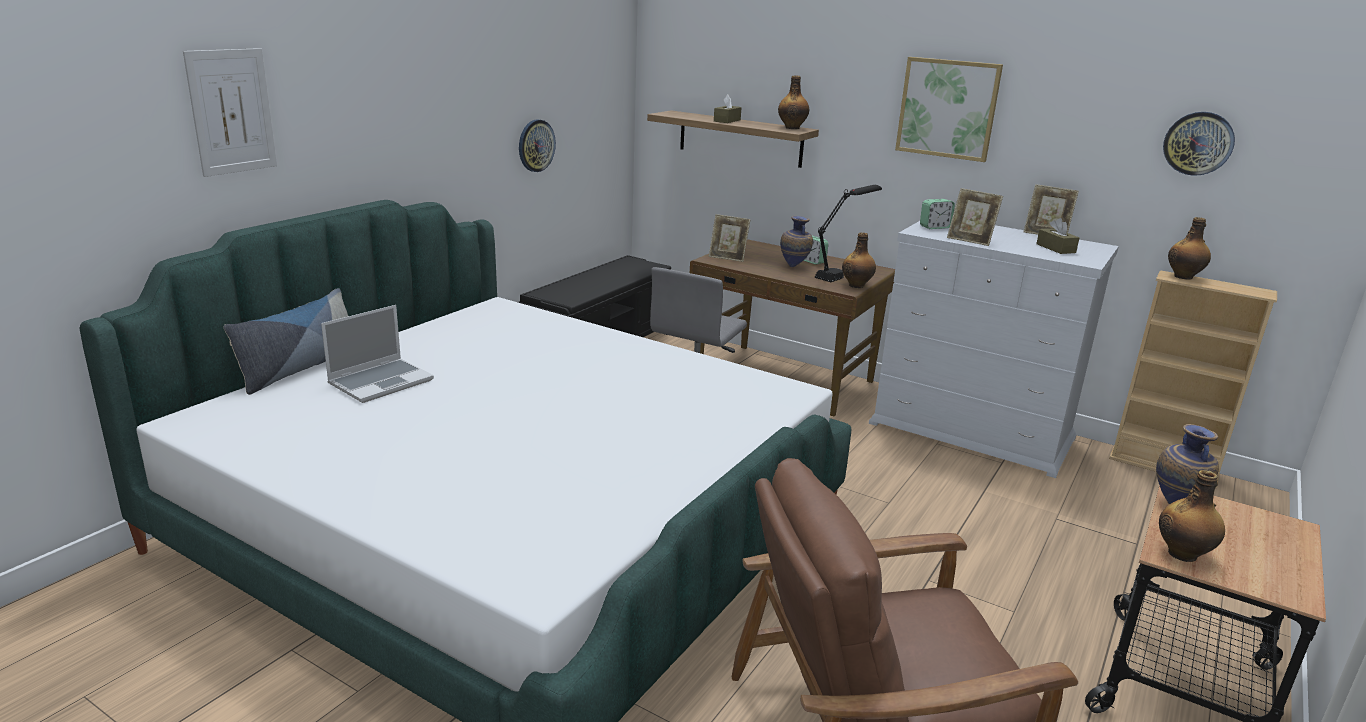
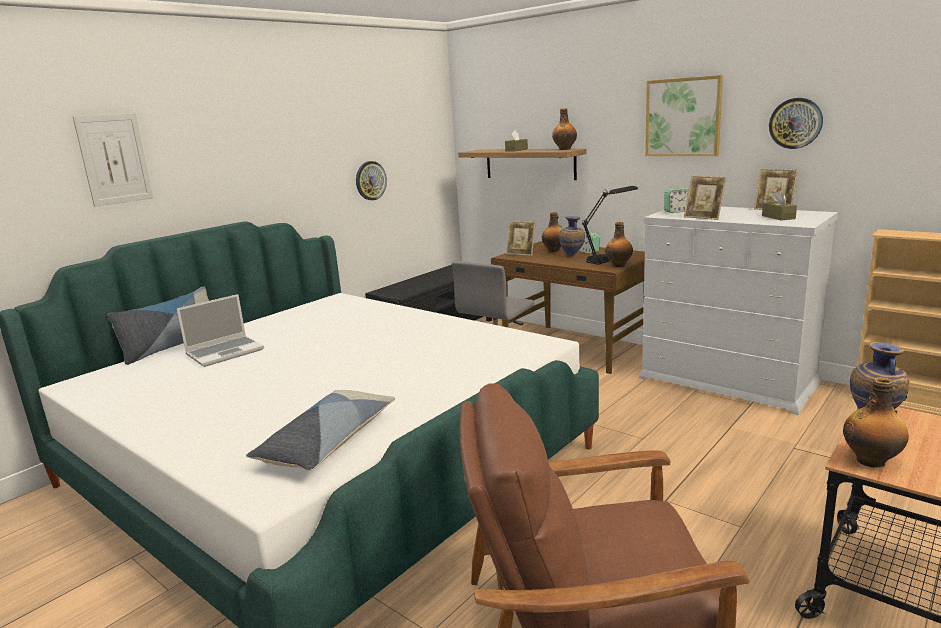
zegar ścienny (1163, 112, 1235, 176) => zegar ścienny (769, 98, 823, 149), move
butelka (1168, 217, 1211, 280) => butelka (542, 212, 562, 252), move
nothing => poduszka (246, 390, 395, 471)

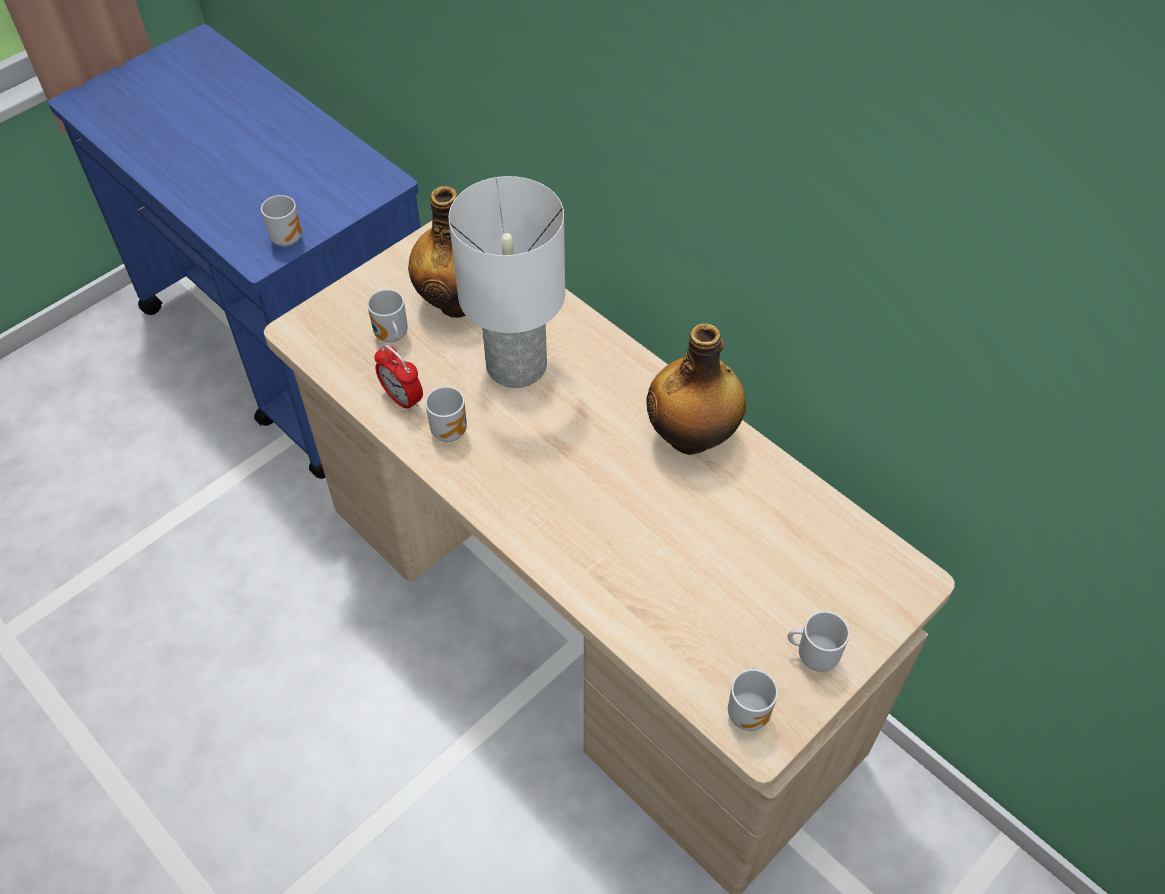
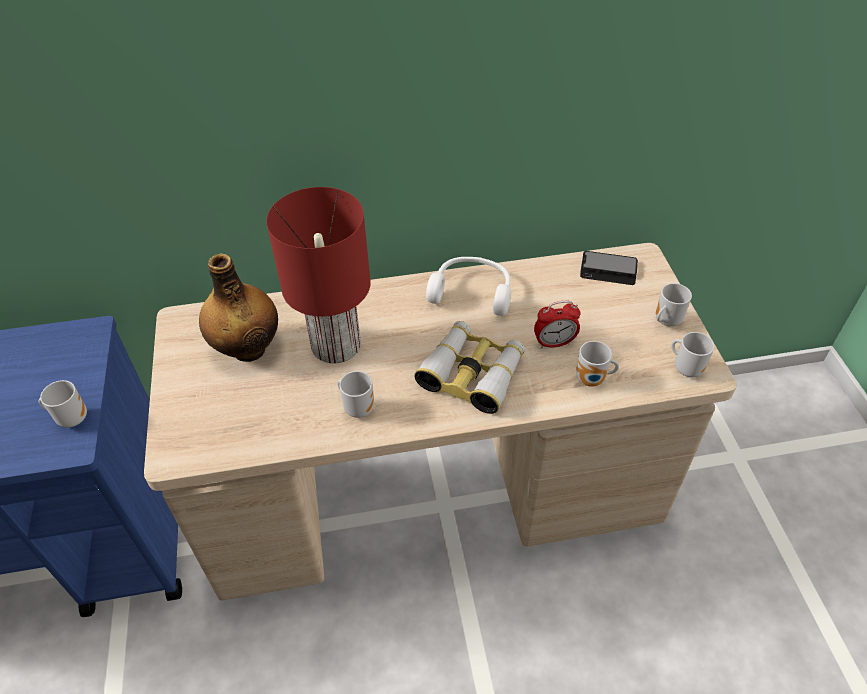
lampa stołowa [biały] (449, 176, 565, 388) => lampa stołowa [czerwony] (266, 187, 371, 364)
kubek (367, 289, 408, 342) => kubek (576, 341, 619, 387), move
butelka (647, 323, 746, 455) => słuchawki [biały] (426, 257, 511, 316)
budzik (375, 345, 423, 412) => budzik (534, 300, 581, 349), move
nothing => telefon (580, 251, 638, 285)
nothing => lornetka (414, 321, 525, 414)

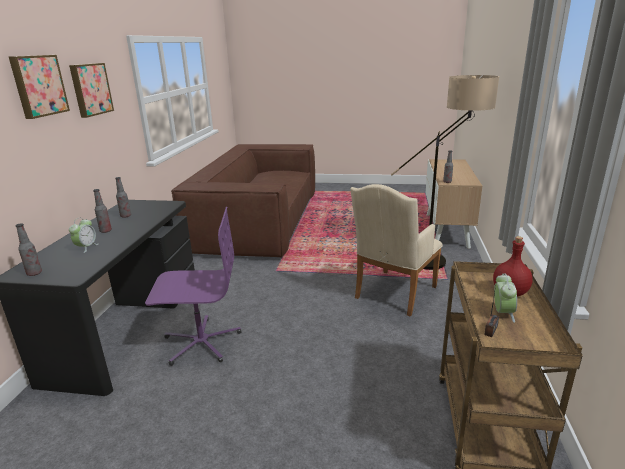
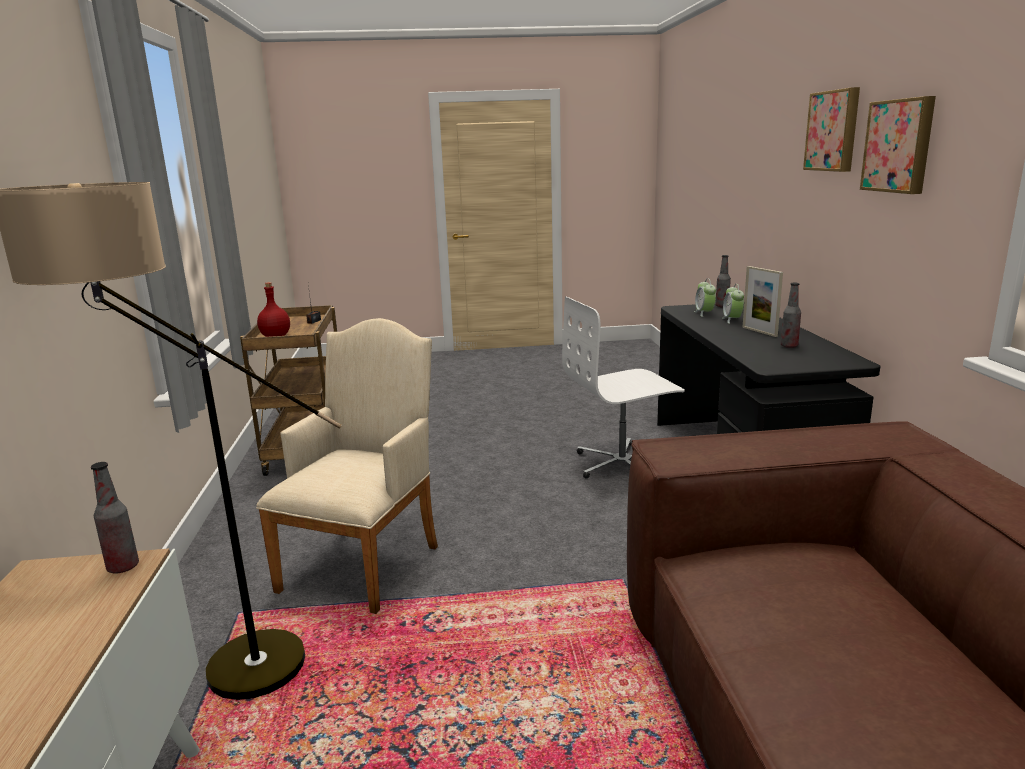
butelka (93, 189, 112, 233) => ramka na zdjęcie (742, 266, 783, 337)
krzesło biurowe [fioletowy] (145, 207, 242, 366) => krzesło biurowe [biały] (562, 296, 685, 479)
budzik (494, 273, 517, 323) => budzik (694, 278, 716, 317), move

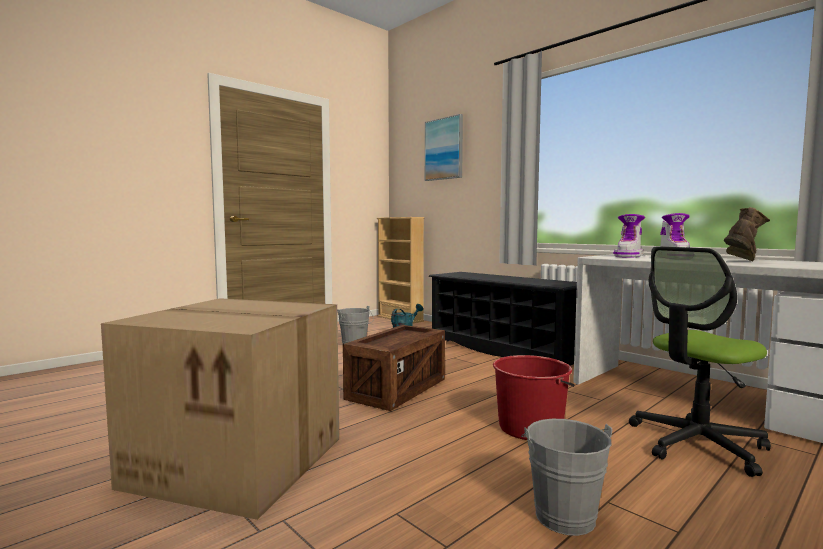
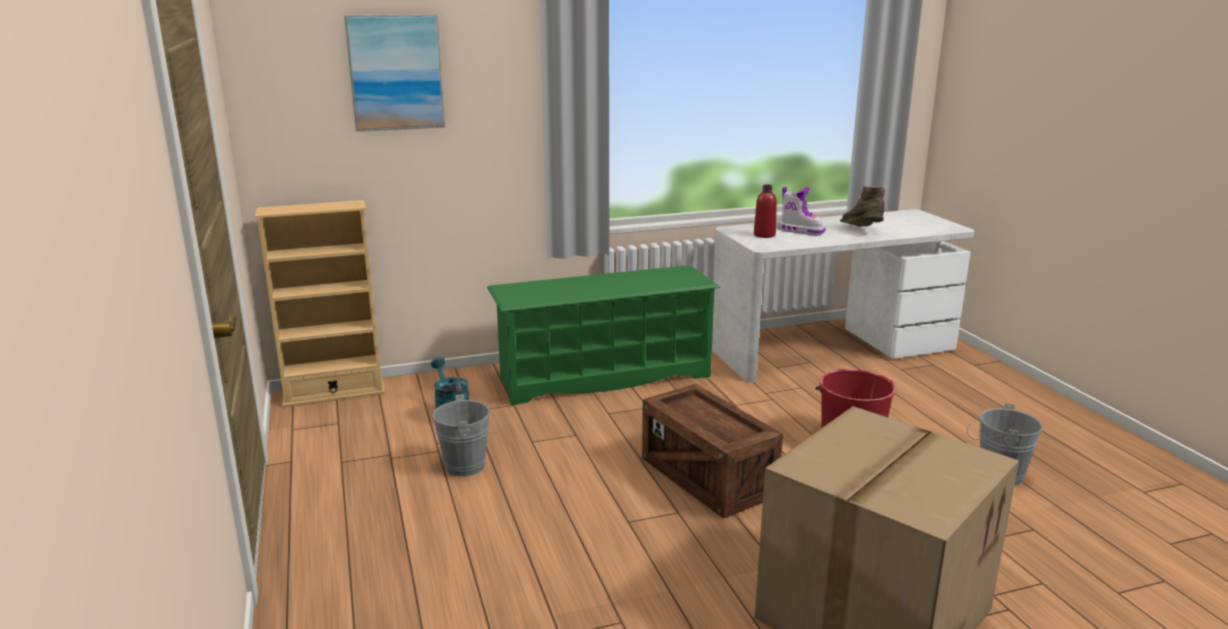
but z cholewką (613, 214, 645, 258) => butelka [czerwony] (754, 185, 777, 238)
krzesło biurowe (629, 246, 771, 477) => nothing
regał na buty [czarny] (428, 272, 577, 366) => regał na buty [zielony] (487, 265, 720, 405)

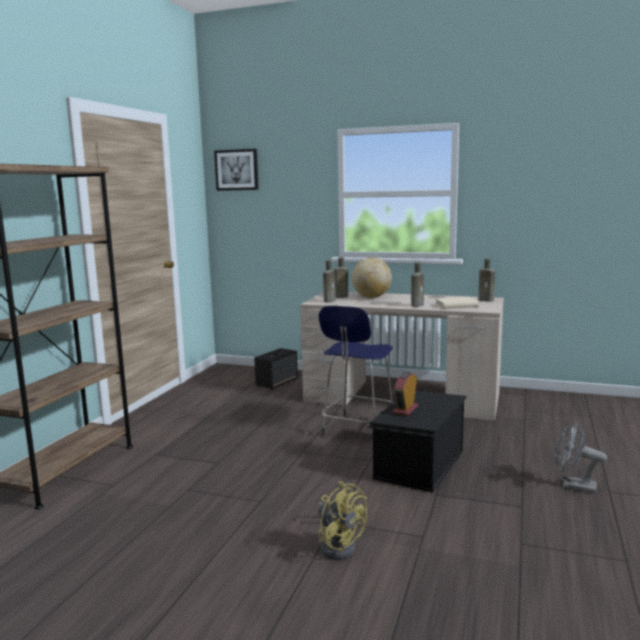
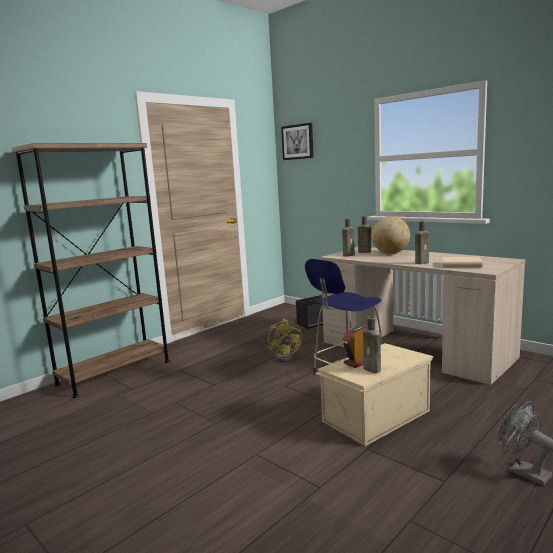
butelka [brązowy] (478, 259, 495, 302) => butelka [brązowy] (363, 316, 381, 373), move
pojemnik do przechowywania [czarny] (367, 391, 467, 493) => pojemnik do przechowywania [beżowy] (315, 343, 433, 446)
wentylator [żółty] (318, 481, 367, 560) => wentylator [żółty] (268, 319, 302, 362), move

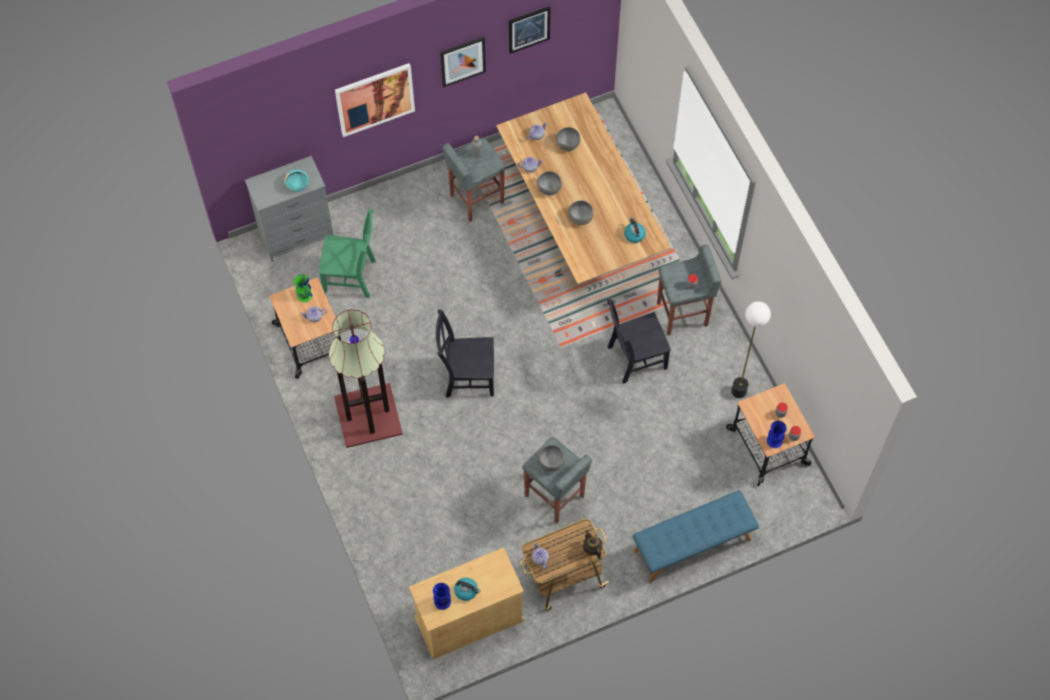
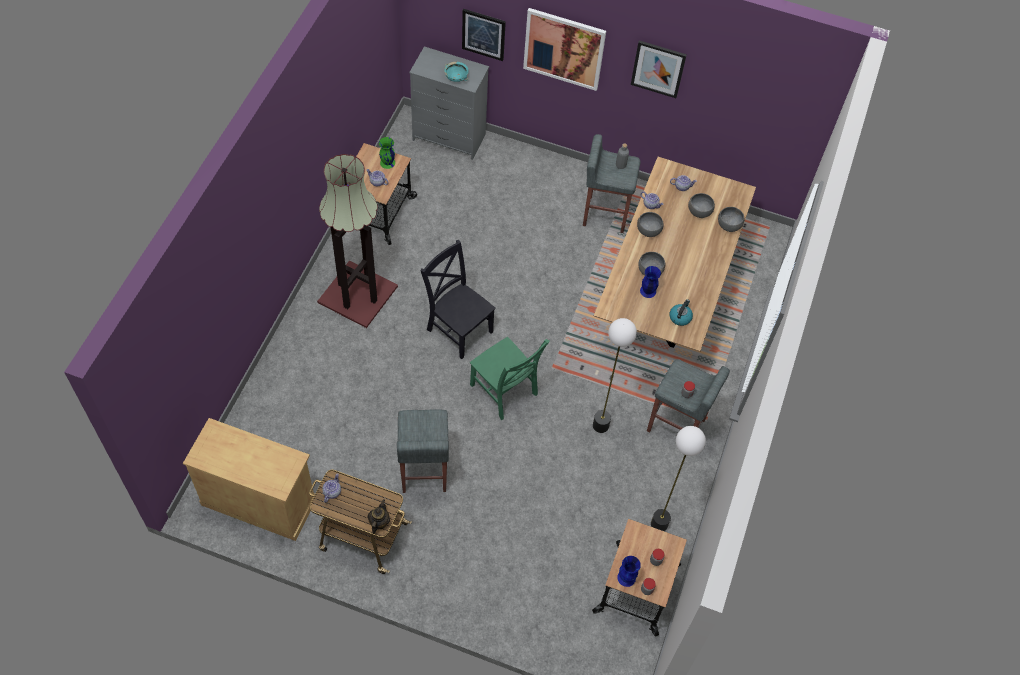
obraz (508, 6, 550, 54) => obraz (462, 9, 506, 61), move
krzesło [zielony] (319, 209, 376, 298) => krzesło [zielony] (470, 337, 550, 420), move
krzesło [czarny] (607, 299, 671, 384) => lampa stojąca (593, 318, 637, 433)
miska [szary] (538, 445, 565, 472) => miska [szary] (718, 207, 744, 232), move
ławka [niebieski] (632, 490, 759, 583) => nothing
czajnik (454, 578, 480, 601) => nothing
wazon [niebieski] (433, 583, 451, 610) => wazon [niebieski] (640, 266, 661, 298), move

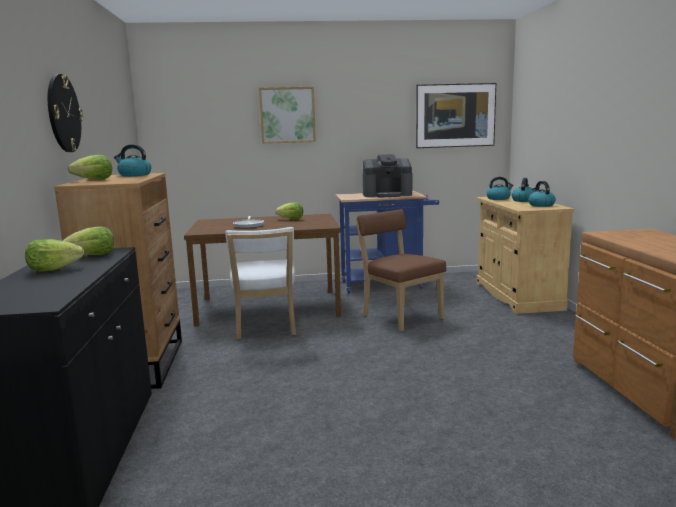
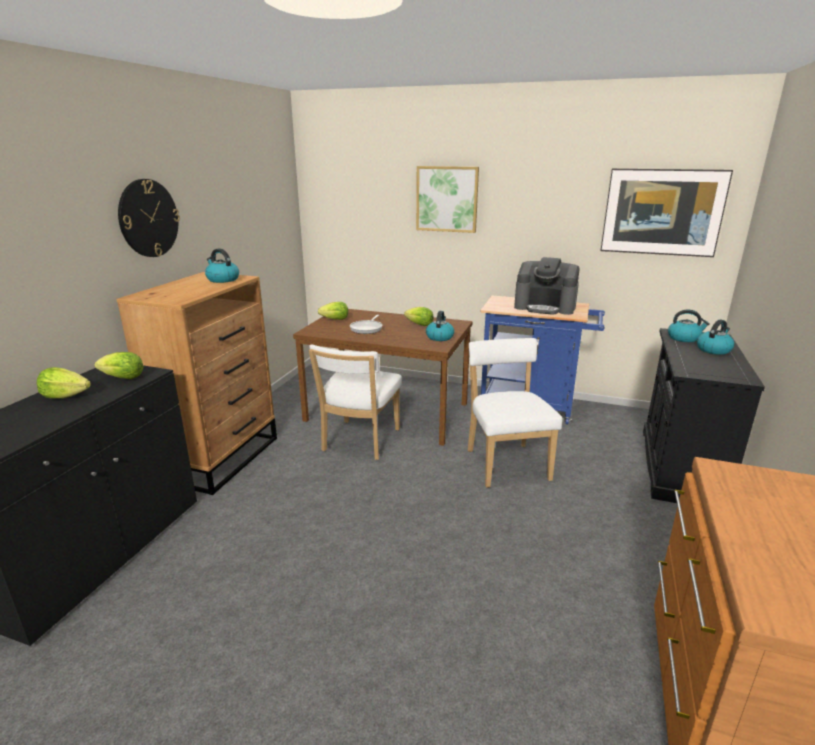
sałata (68, 155, 112, 180) => sałata (318, 302, 348, 320), move
czajnik (528, 181, 556, 207) => czajnik (426, 311, 454, 341), move
szafka [beżowy] (476, 196, 574, 314) => szafka [czarny] (643, 328, 765, 503)
krzesło [brązowy] (356, 209, 446, 332) => krzesło [biały] (468, 338, 563, 488)

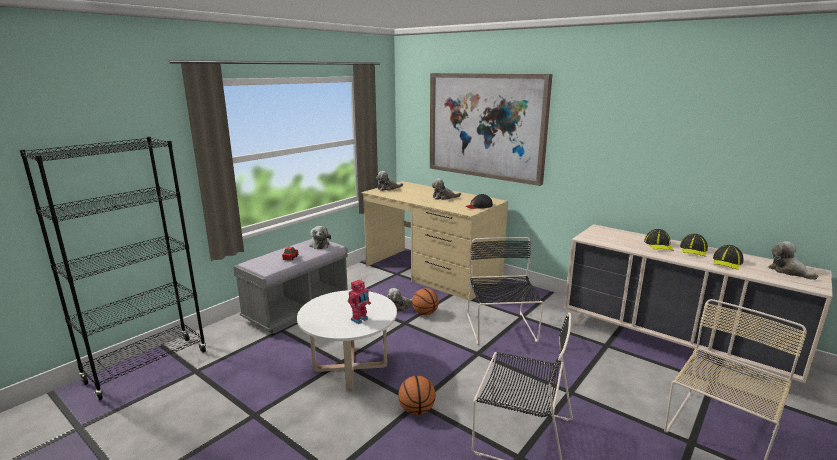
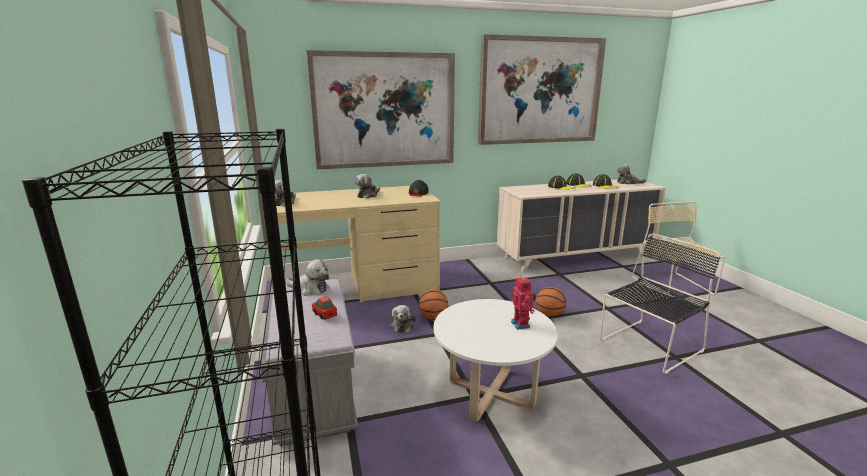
krzesło [czarny] (467, 237, 544, 345) => nothing
piłka do koszykówki (398, 376, 436, 415) => piłka do koszykówki (536, 287, 566, 317), move
nothing => obraz (478, 34, 606, 145)

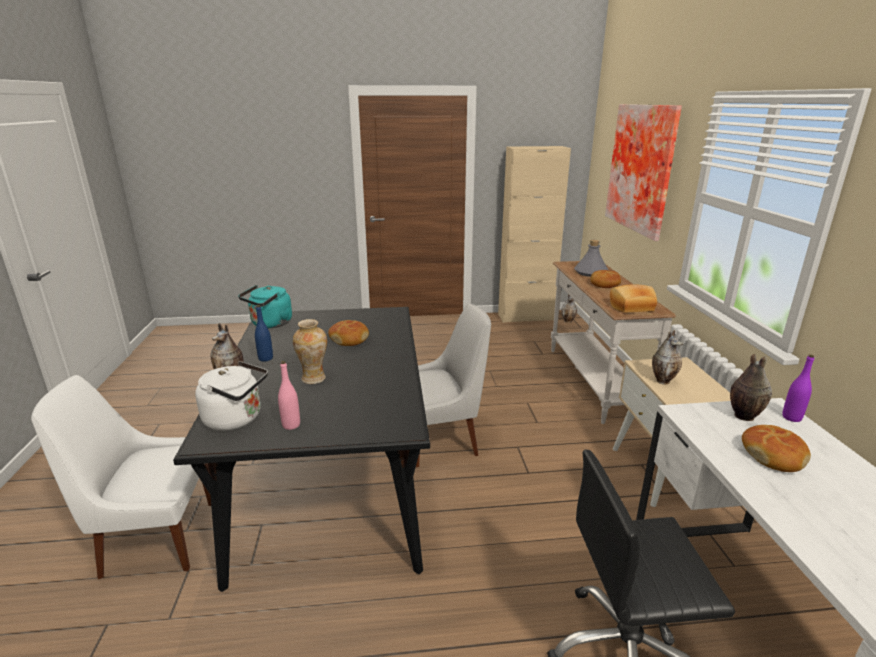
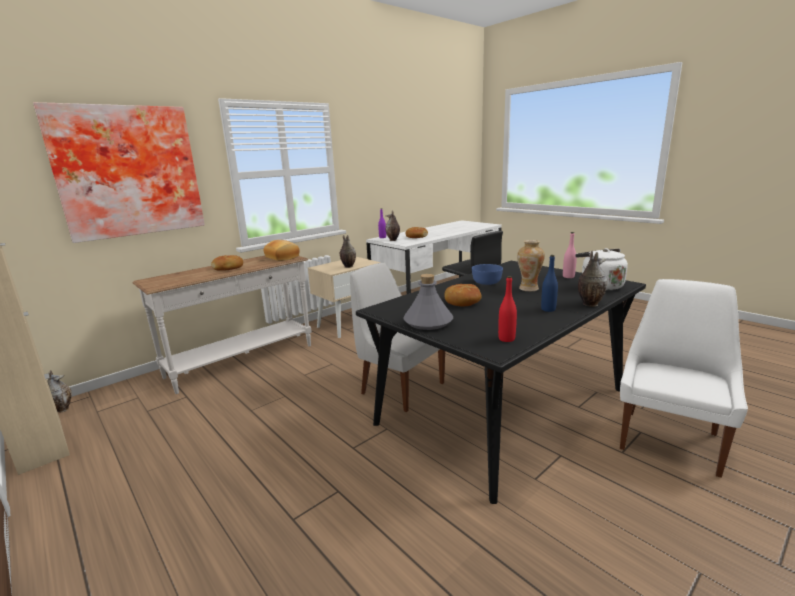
butelka [szary] (574, 240, 608, 277) => butelka [szary] (403, 274, 453, 330), move
czajnik [turkusowy] (238, 285, 292, 328) => butelka [czerwony] (498, 276, 517, 342)
krzesło [biały] (31, 375, 211, 579) => krzesło [biały] (620, 279, 748, 478), 105 degrees counterclockwise
nothing => miska [niebieski] (472, 264, 503, 285)

